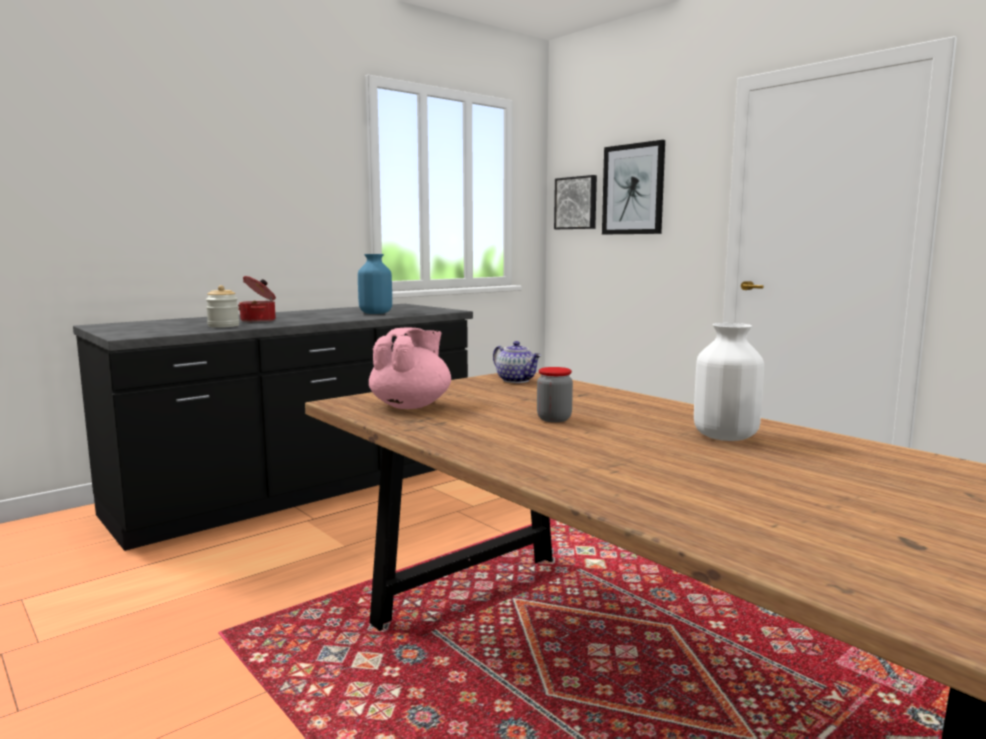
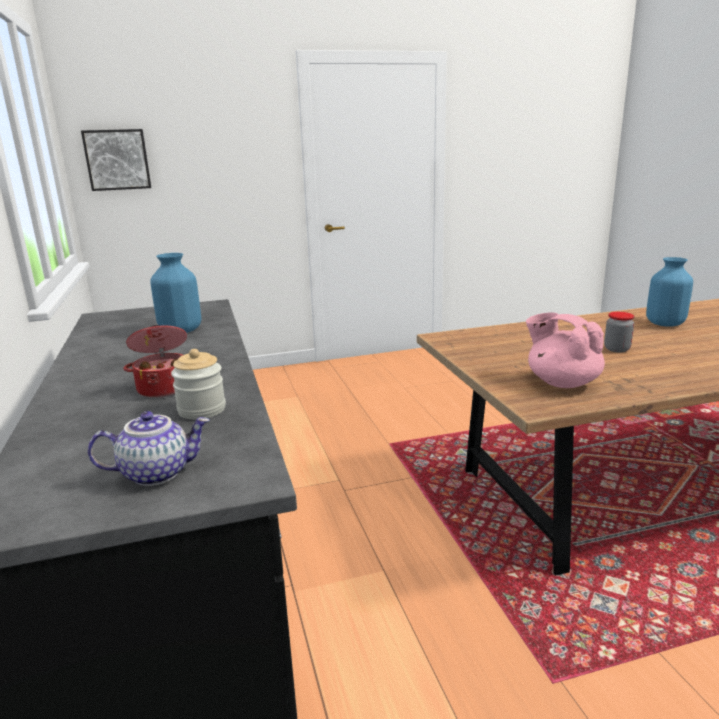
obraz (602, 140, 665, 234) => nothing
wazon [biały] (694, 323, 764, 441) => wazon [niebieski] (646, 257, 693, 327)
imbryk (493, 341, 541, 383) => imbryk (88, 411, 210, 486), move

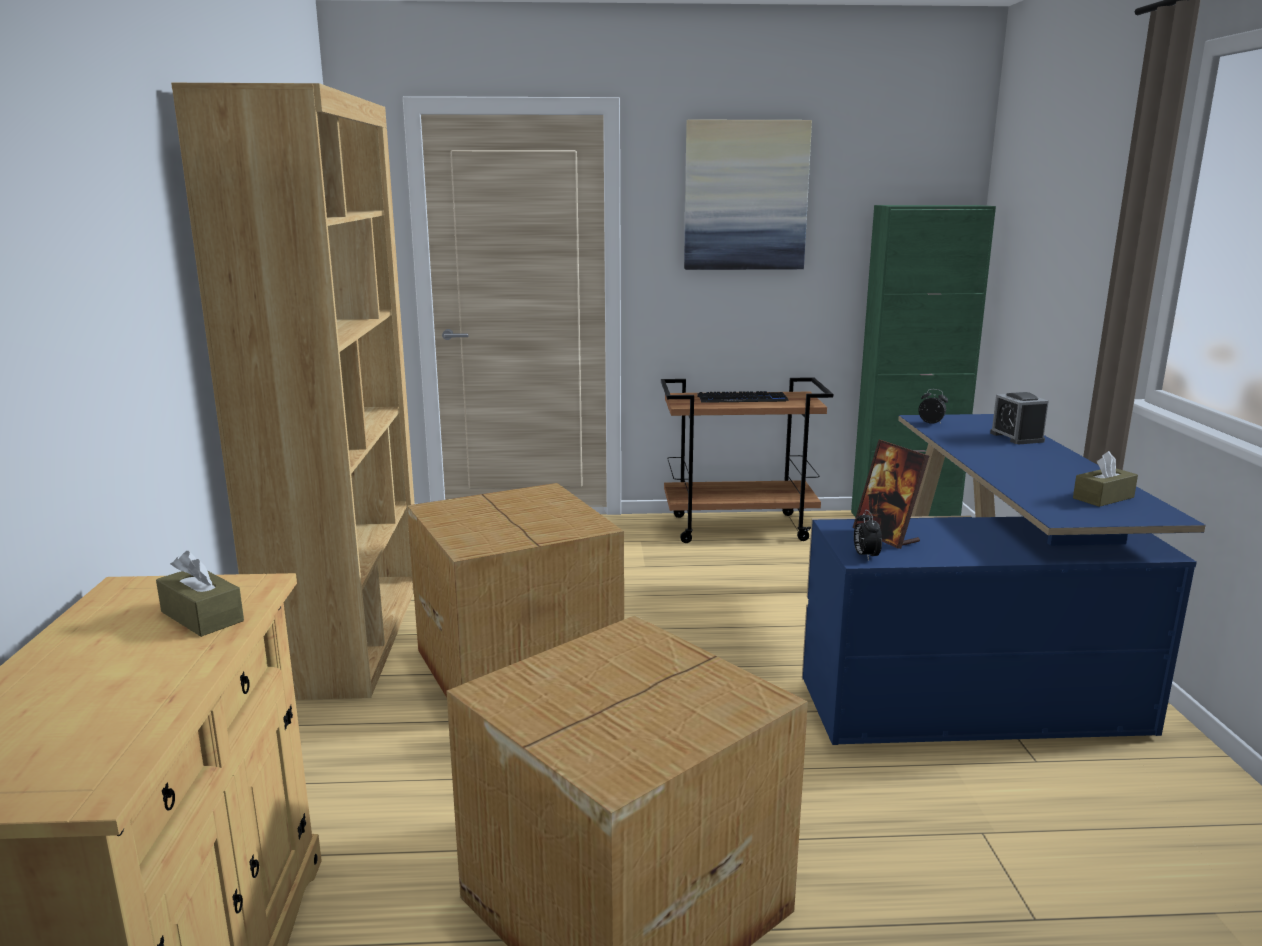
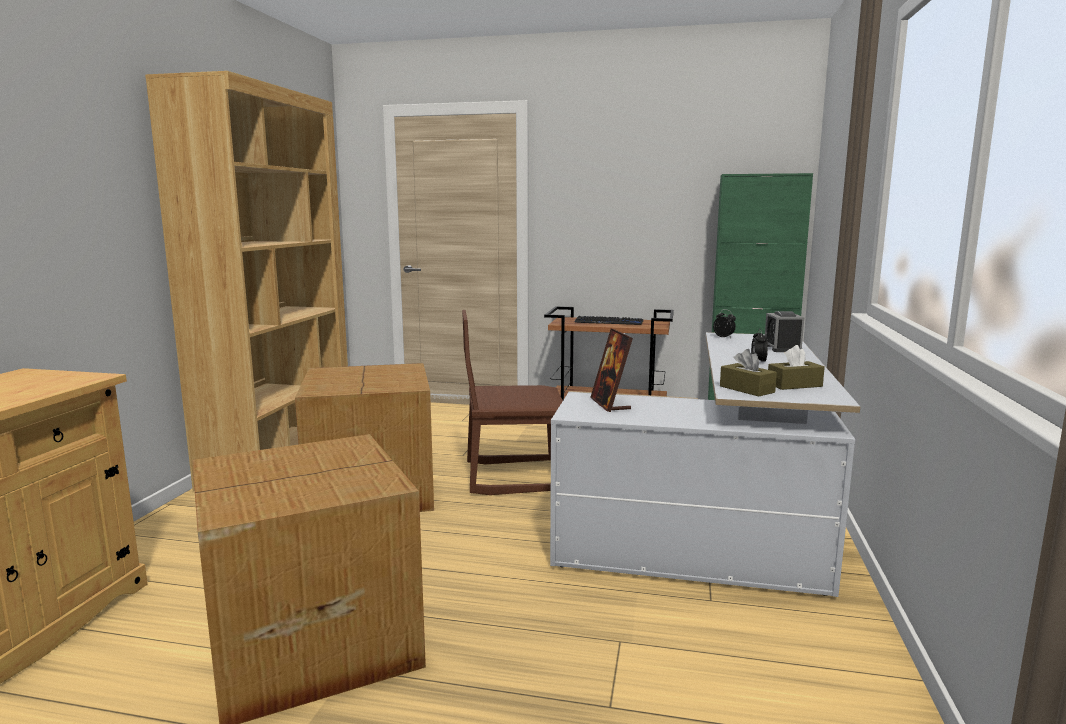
obraz (684, 120, 812, 270) => nothing
biurko [niebieski] (802, 414, 1206, 745) => biurko [biały] (550, 332, 860, 597)
budzik (854, 510, 882, 561) => budzik (751, 329, 768, 362), move
pudełko chusteczek [brązowy] (156, 551, 244, 637) => pudełko chusteczek [brązowy] (720, 349, 777, 397), move
nothing => krzesło [brązowy] (462, 310, 563, 495)

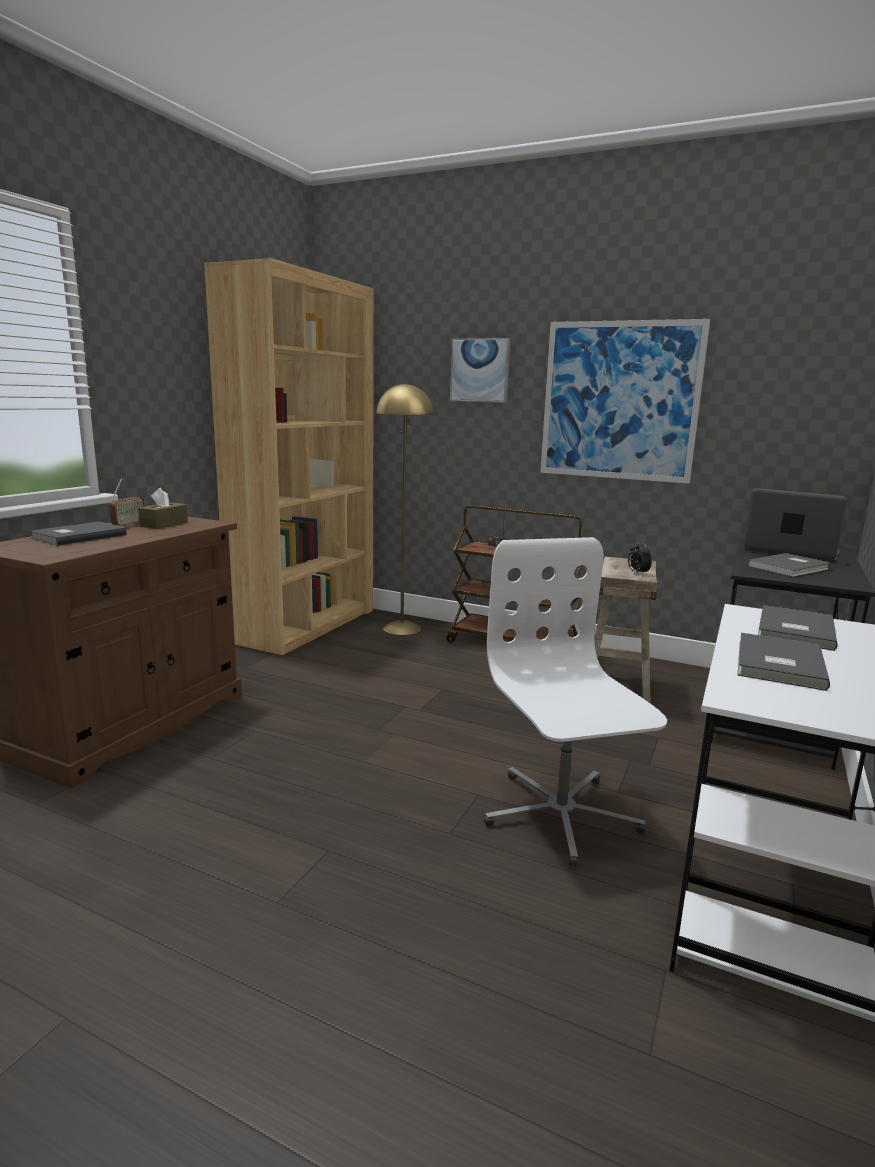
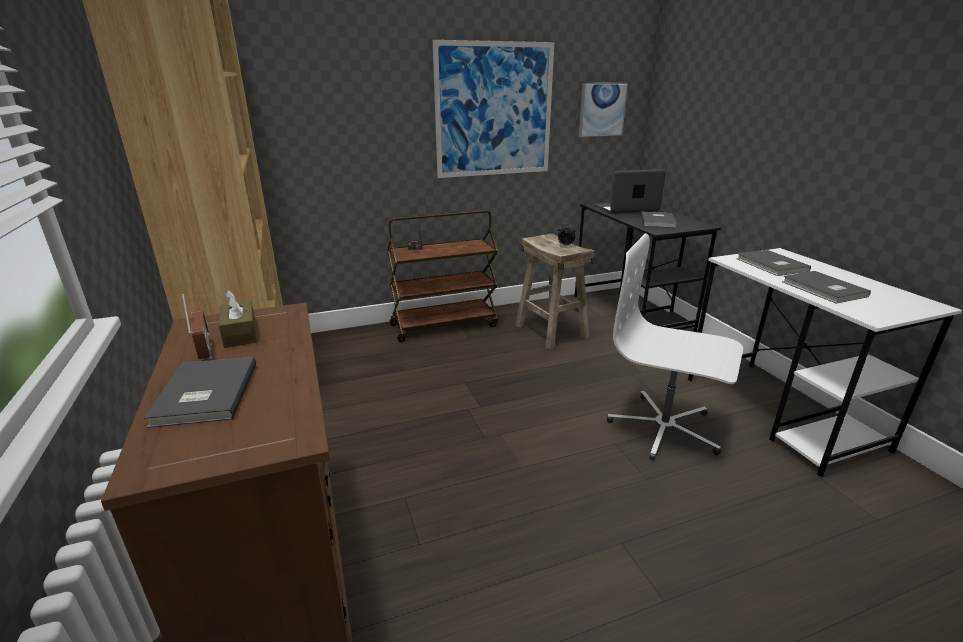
obraz (450, 338, 510, 403) => obraz (578, 83, 628, 137), move
lampa stojąca [żółty] (376, 383, 433, 635) => nothing

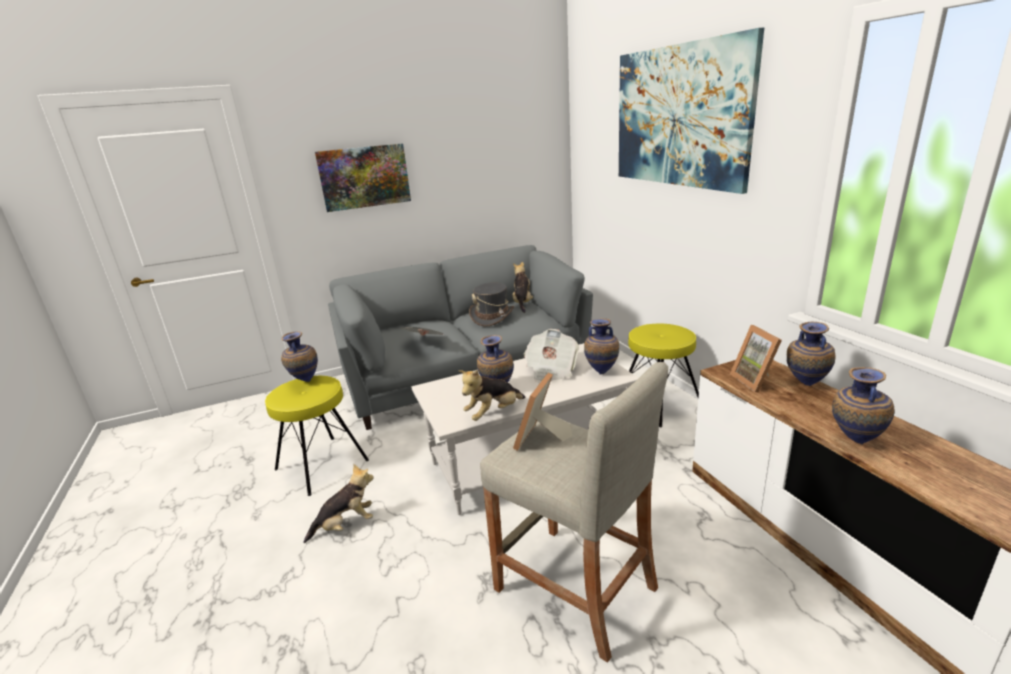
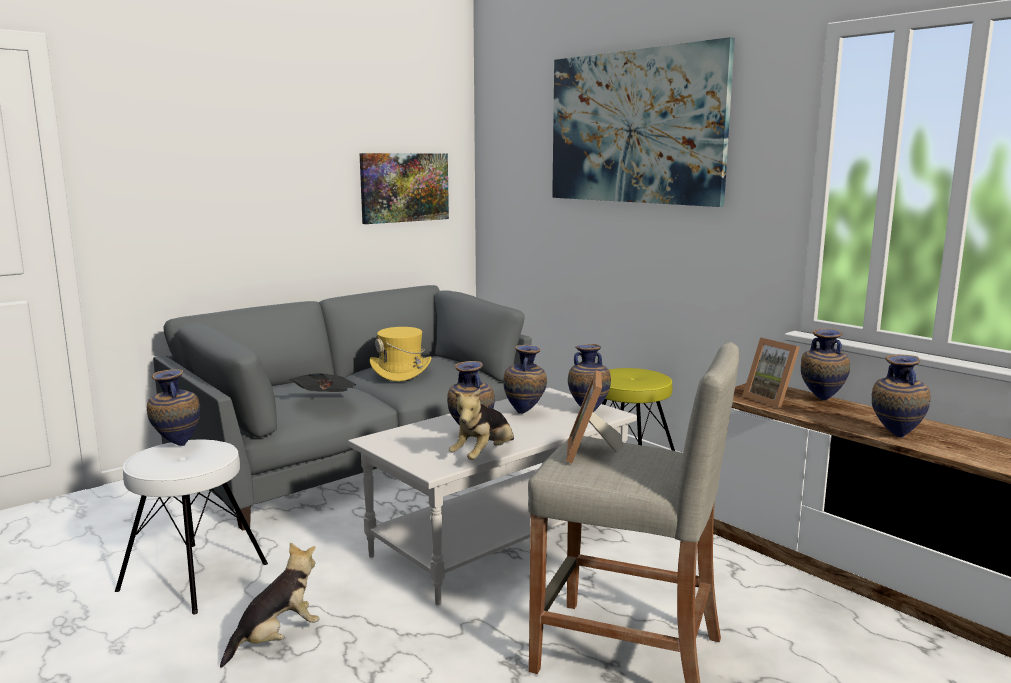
obraz (315, 143, 411, 212) => obraz (359, 153, 449, 224), move
pluszak (513, 262, 533, 313) => nothing
kapelusz [szary] (469, 282, 514, 326) => kapelusz [żółty] (370, 327, 431, 381)
gazeta (524, 329, 579, 383) => wazon (503, 345, 547, 414)
stołek [żółty] (265, 376, 369, 496) => stołek [biały] (115, 440, 268, 615)

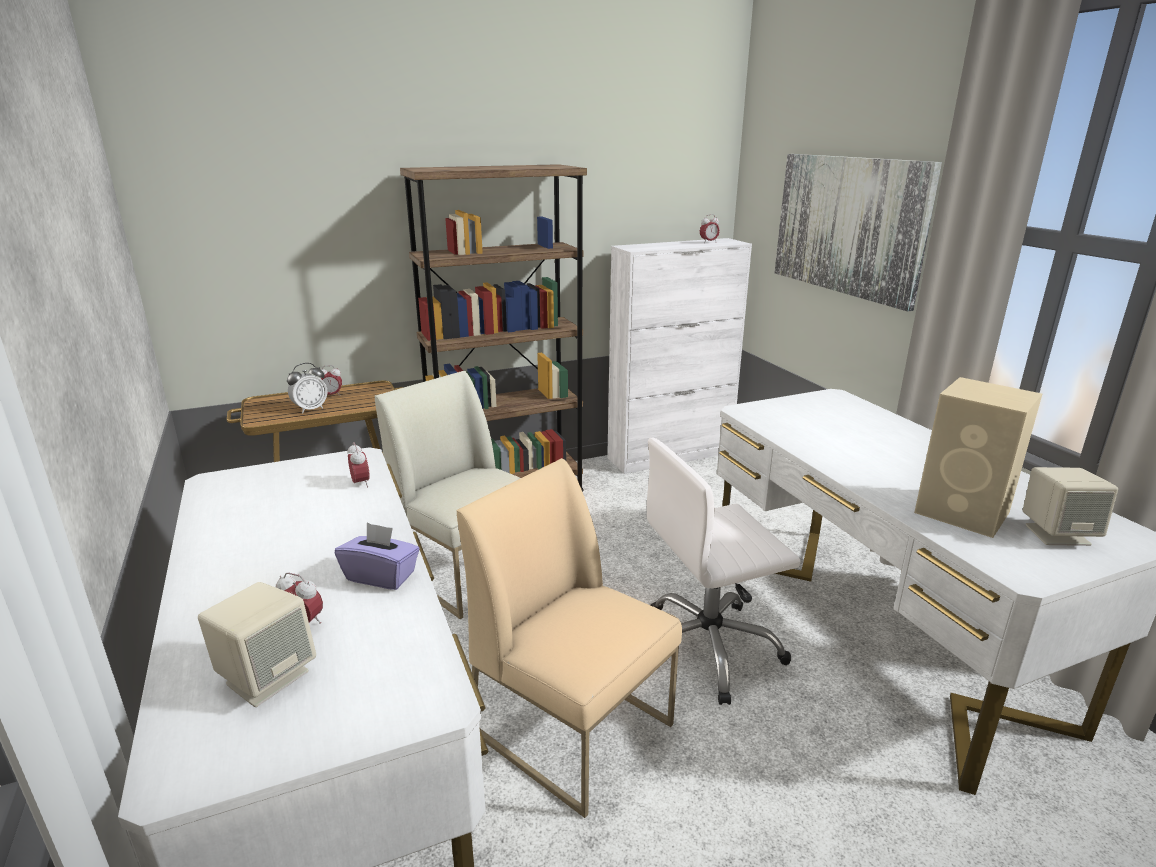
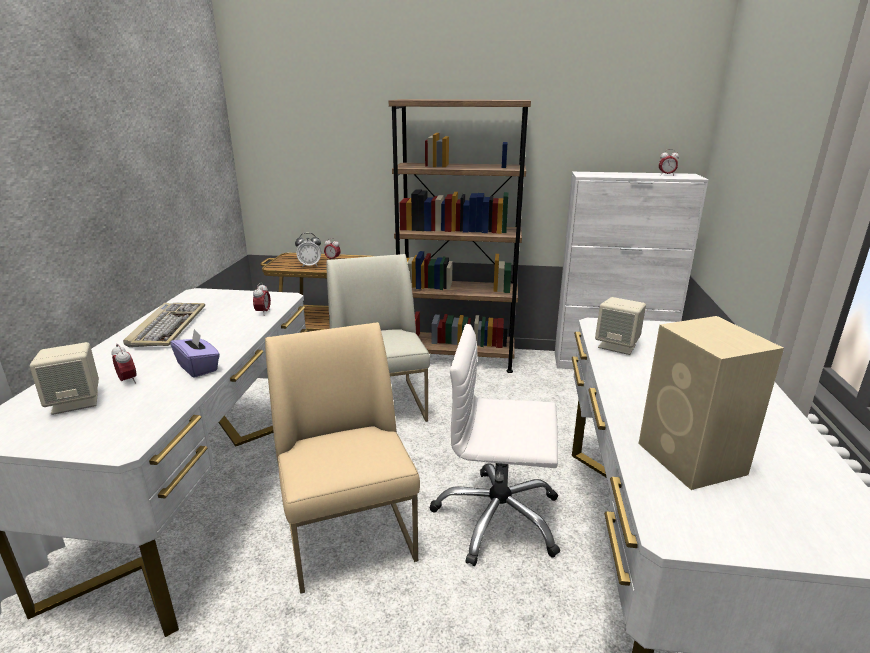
obraz (775, 154, 942, 312) => nothing
głośnik [beżowy] (1023, 467, 1118, 546) => głośnik [beżowy] (595, 297, 646, 355), move
nothing => klawiatura (123, 303, 205, 347)

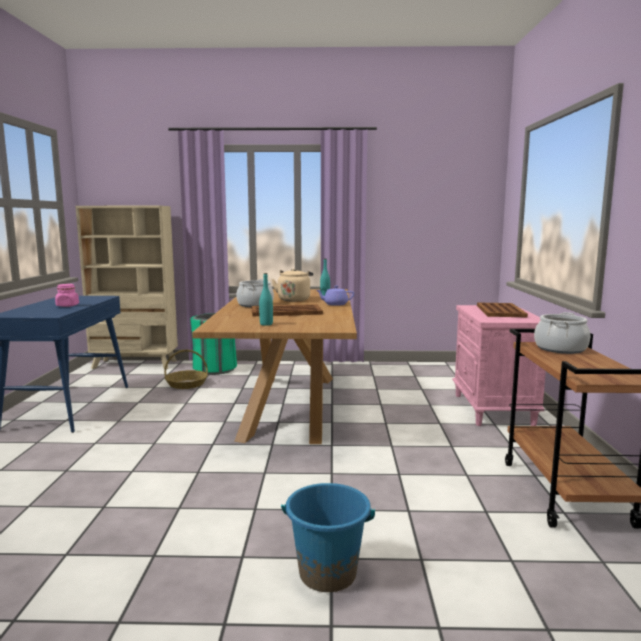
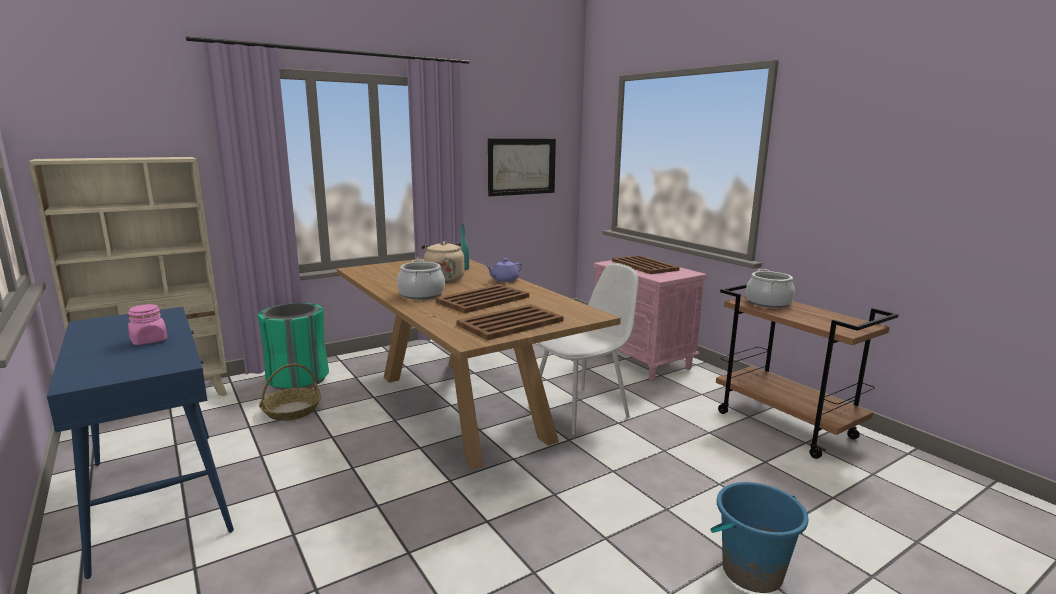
butelka [turkusowy] (259, 273, 273, 326) => taca [brązowy] (457, 304, 564, 340)
nothing => obraz (488, 138, 556, 196)
nothing => krzesło [biały] (535, 263, 638, 435)

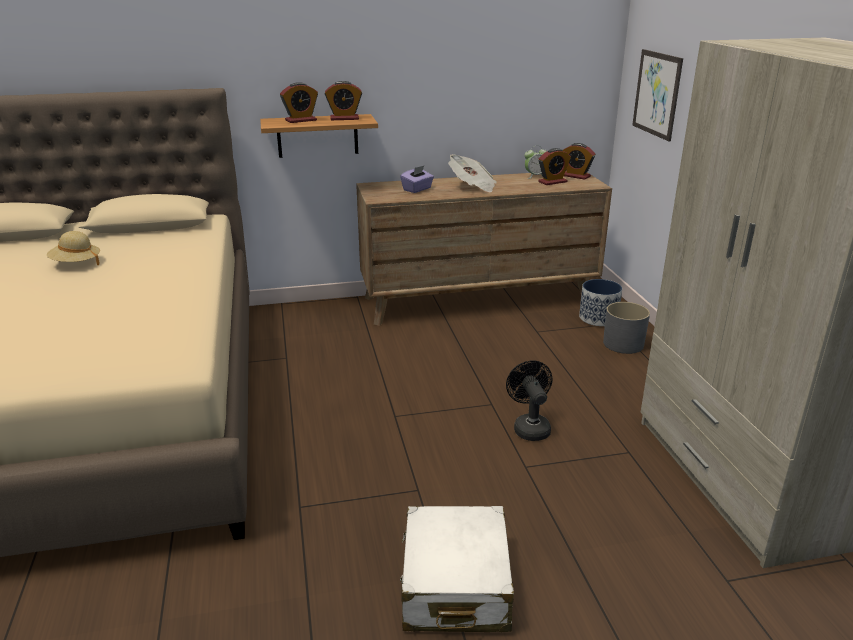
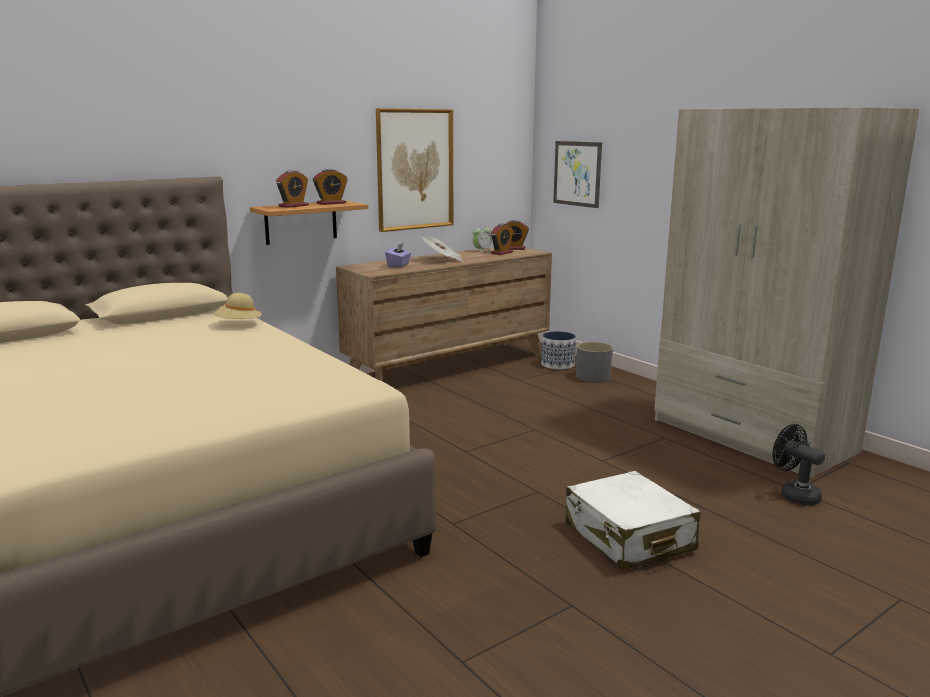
kapelusz [beżowy] (47, 231, 100, 265) => kapelusz [beżowy] (214, 293, 263, 319), move
wentylator [czarny] (506, 361, 553, 441) => wentylator [czarny] (772, 424, 825, 505), move
nothing => obraz (376, 108, 453, 232)

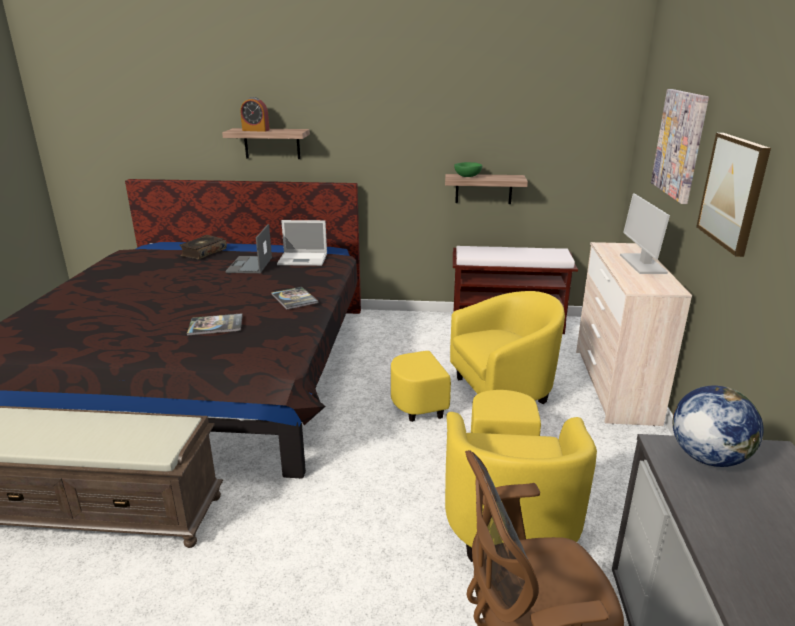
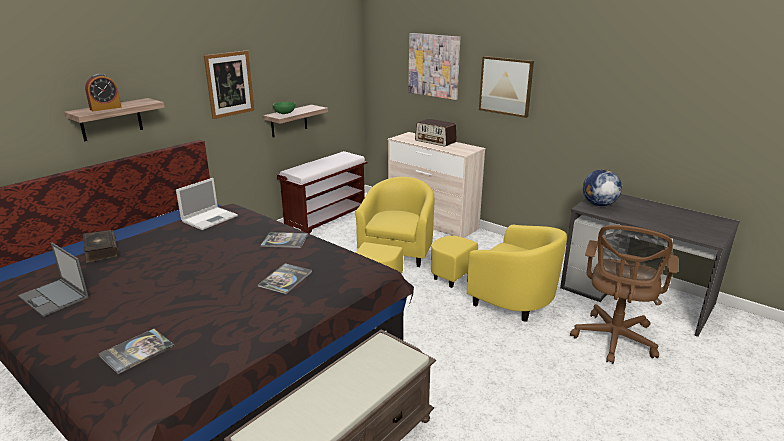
monitor (620, 194, 670, 274) => radio (415, 119, 457, 147)
laptop (225, 224, 272, 273) => laptop (18, 243, 89, 317), move
nothing => obraz (204, 50, 254, 119)
nothing => książka (99, 329, 175, 374)

